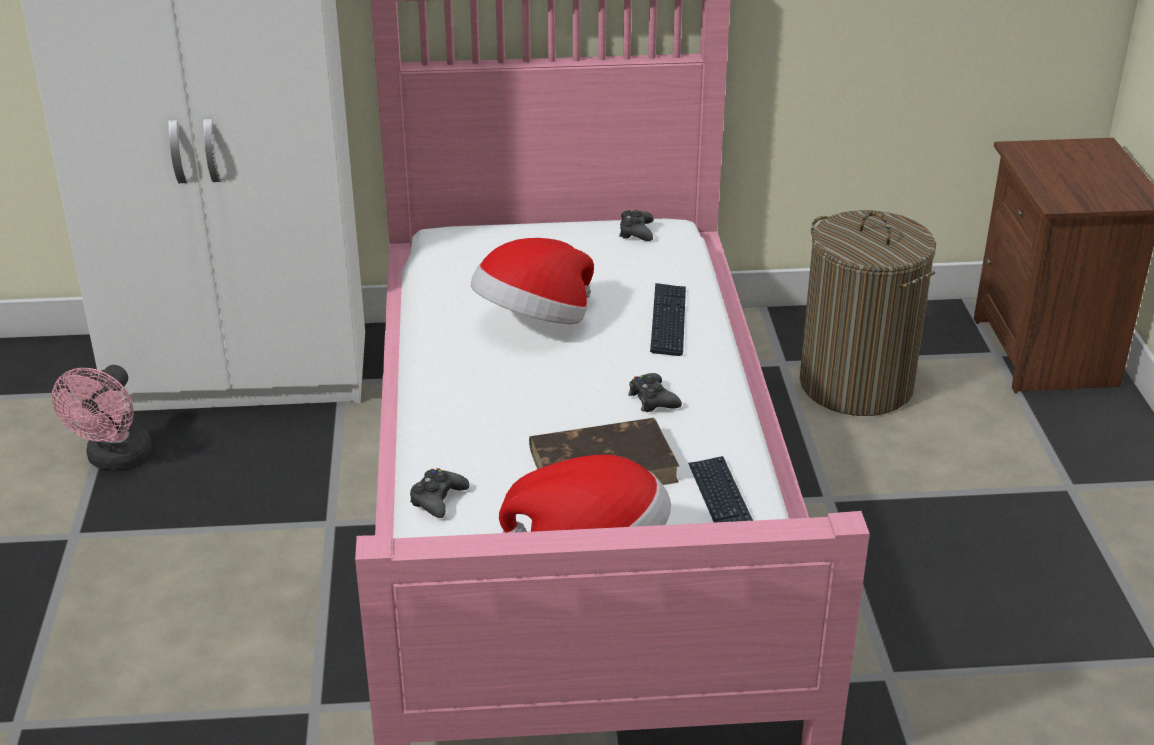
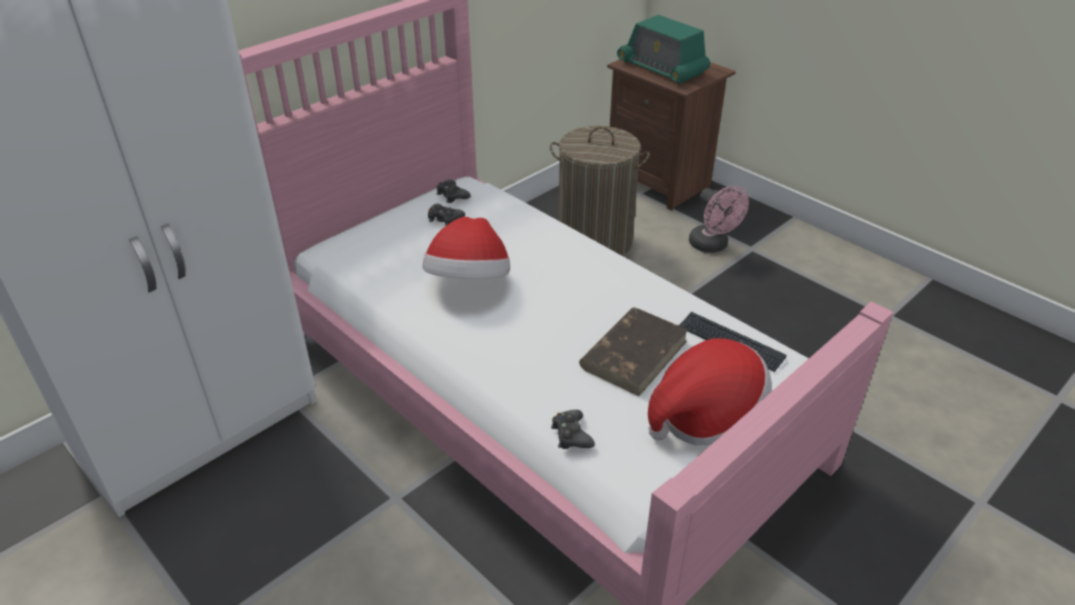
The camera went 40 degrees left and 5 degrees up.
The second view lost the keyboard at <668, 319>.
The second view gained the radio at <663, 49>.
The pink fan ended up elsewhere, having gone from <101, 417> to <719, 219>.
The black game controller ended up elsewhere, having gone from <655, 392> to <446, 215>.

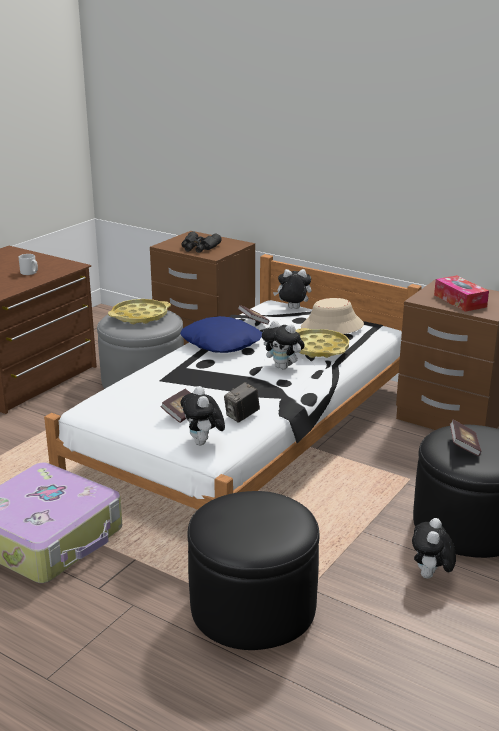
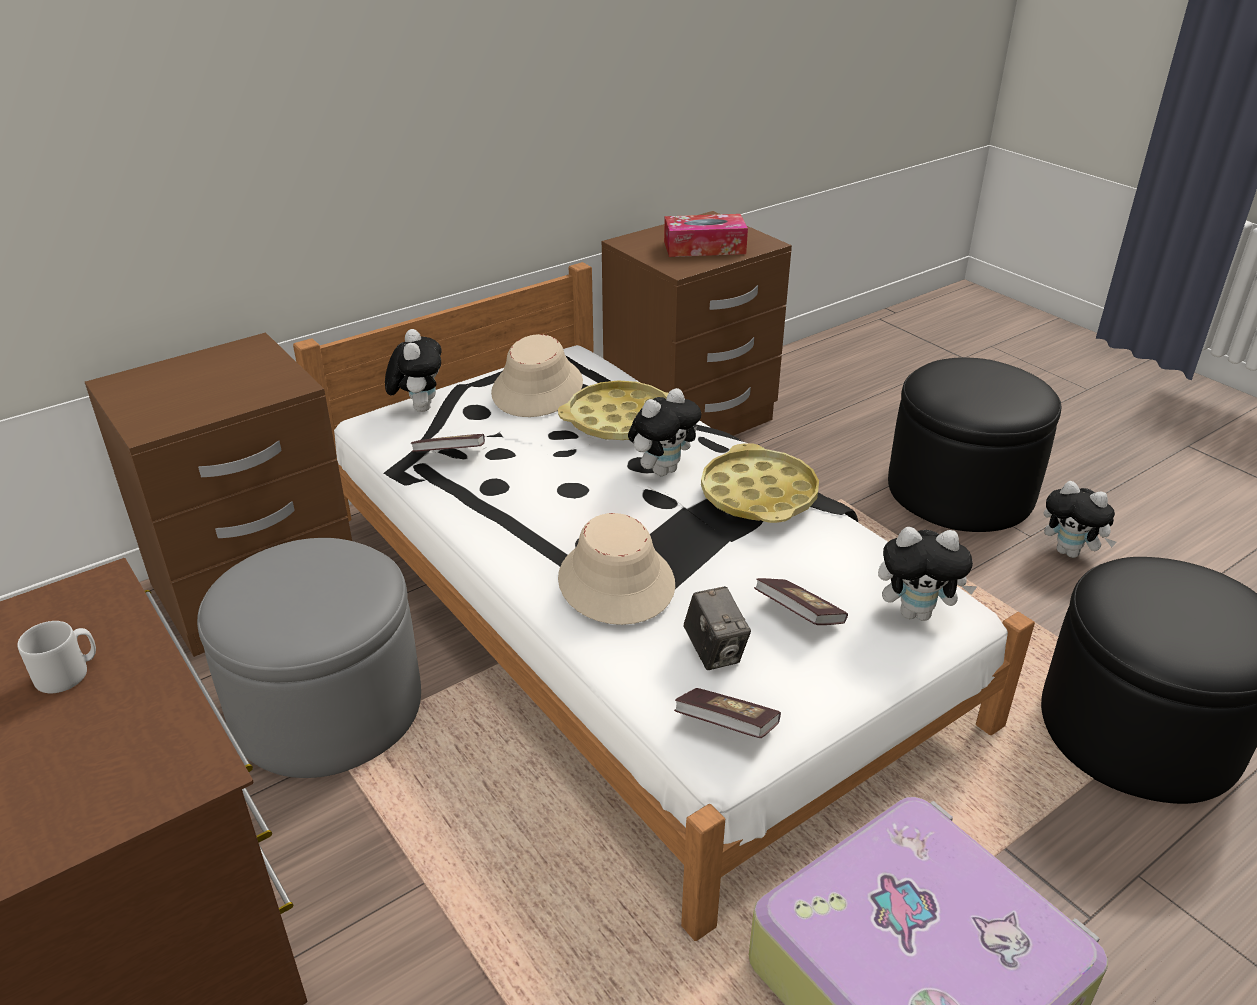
The camera went 70 degrees left and 10 degrees up.
The second view lost the blue pillow at <221, 334>.
The second view lost the black binoculars at <201, 242>.
The second view gained the beige hat at <616, 569>.
The yellow tray ended up elsewhere, having gone from <139, 311> to <760, 483>.
The photo camera ended up elsewhere, having gone from <242, 402> to <717, 628>.
The book ended up elsewhere, having gone from <466, 437> to <727, 713>.
The plush toy at <292, 289> ended up facing another way, 150 degrees clockwise from before.

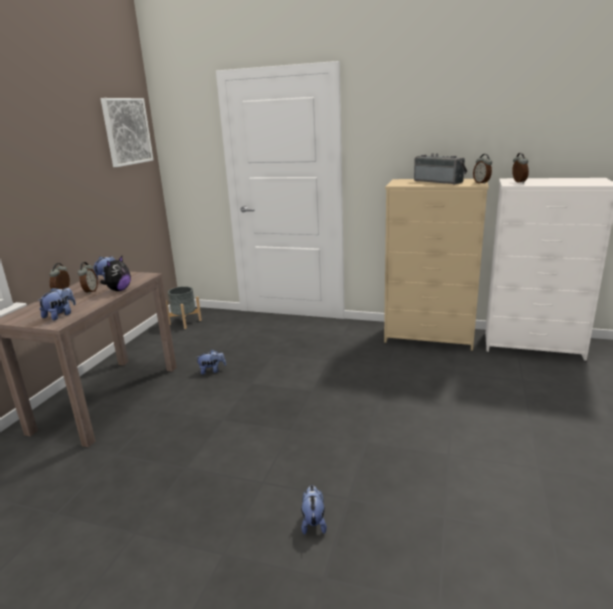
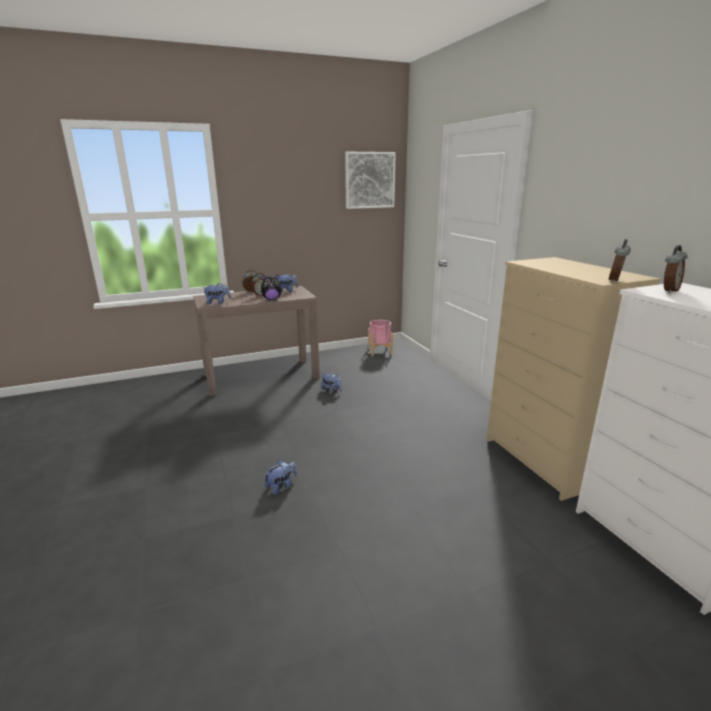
The camera went 50 degrees right and 0 degrees up.
The second view lost the radio at <440, 169>.
The plush toy ended up elsewhere, having gone from <314, 510> to <280, 477>.
What was the grey planter at <184, 307> turned into the pink planter at <380, 338>.

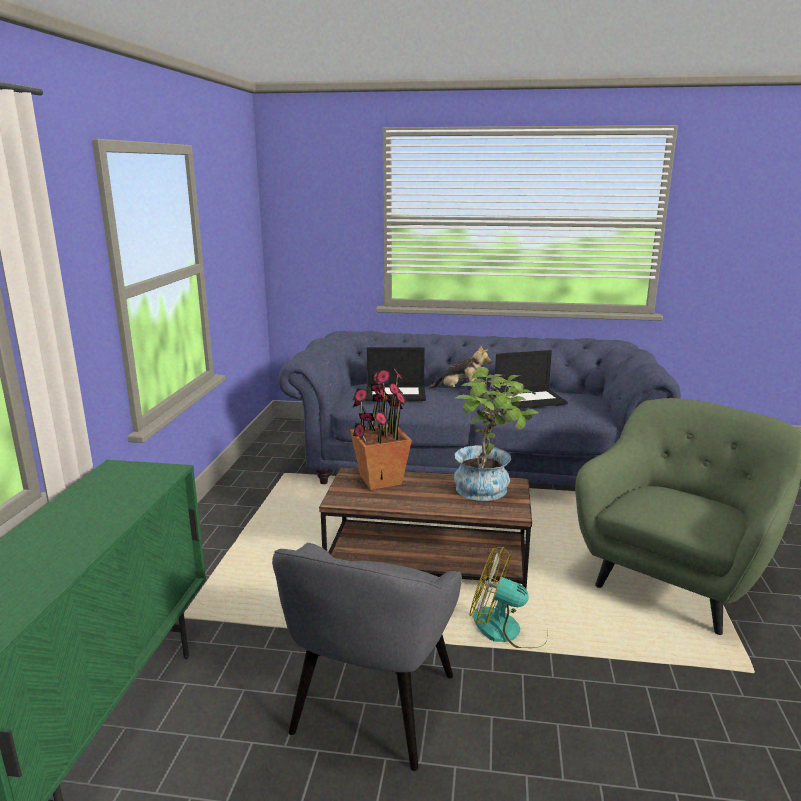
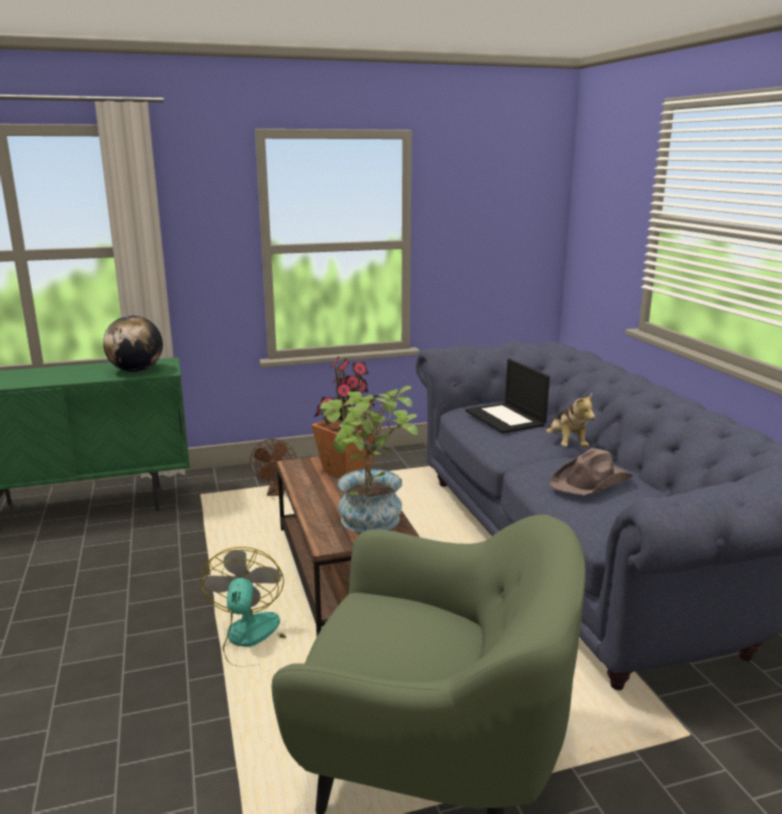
The camera went 65 degrees right and 0 degrees up.
The second view lost the grey armchair at <367, 657>.
The second view gained the globe at <133, 344>.
The second view gained the brown fan at <273, 467>.
Where the laptop stood at <531, 379>, the brown hat came to stand at <591, 471>.

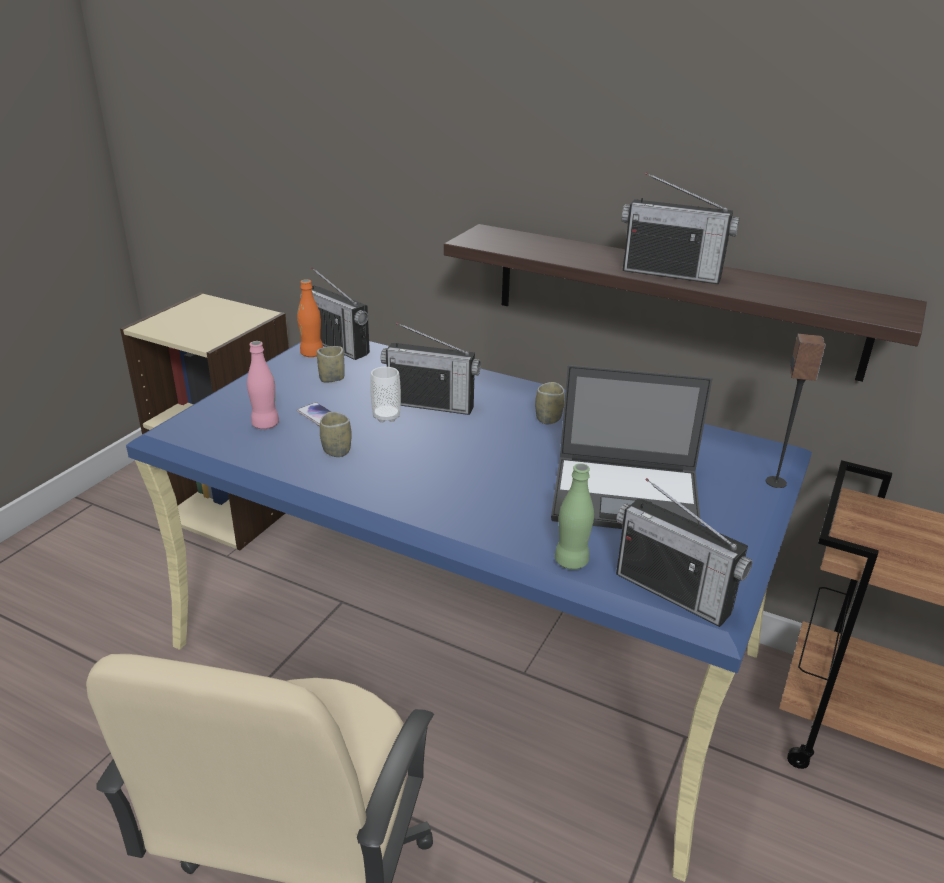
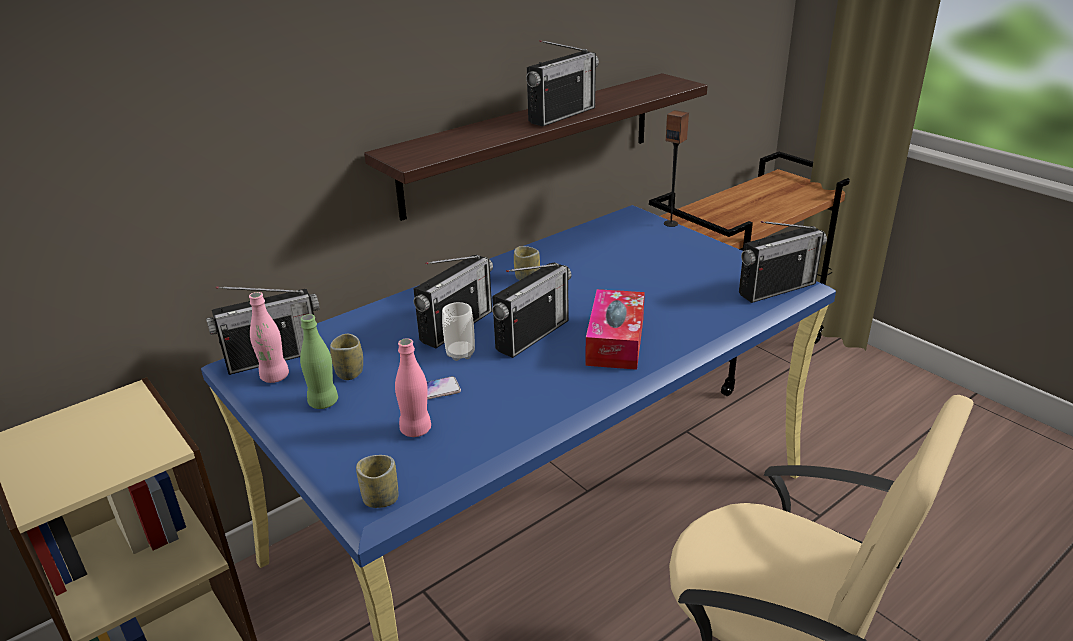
The camera went 65 degrees left and 0 degrees up.
The second view lost the laptop at <632, 447>.
The second view gained the radio at <531, 310>.
The second view gained the tissue box at <615, 329>.
The cup ended up elsewhere, having gone from <336, 434> to <377, 481>.
The green bottle ended up elsewhere, having gone from <574, 516> to <319, 361>.
What was the orange bottle at <310, 318> turned into the pink bottle at <269, 337>.

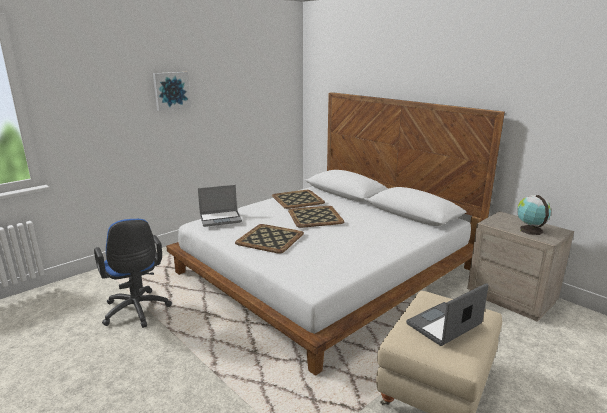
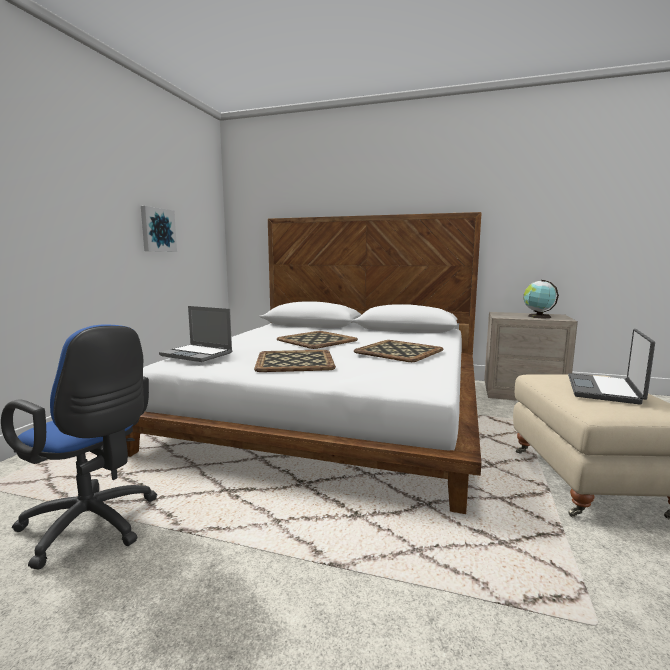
The camera went 30 degrees left and 10 degrees down.
The picture ended up elsewhere, having gone from <172, 91> to <159, 229>.
The tray ended up elsewhere, having gone from <298, 199> to <398, 351>.
The laptop at <220, 206> ended up facing another way, 75 degrees clockwise from before.

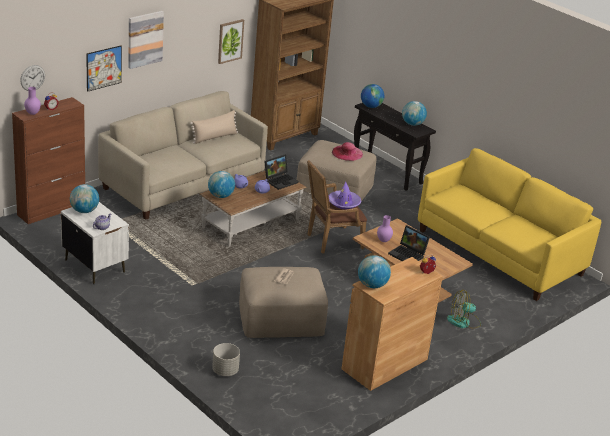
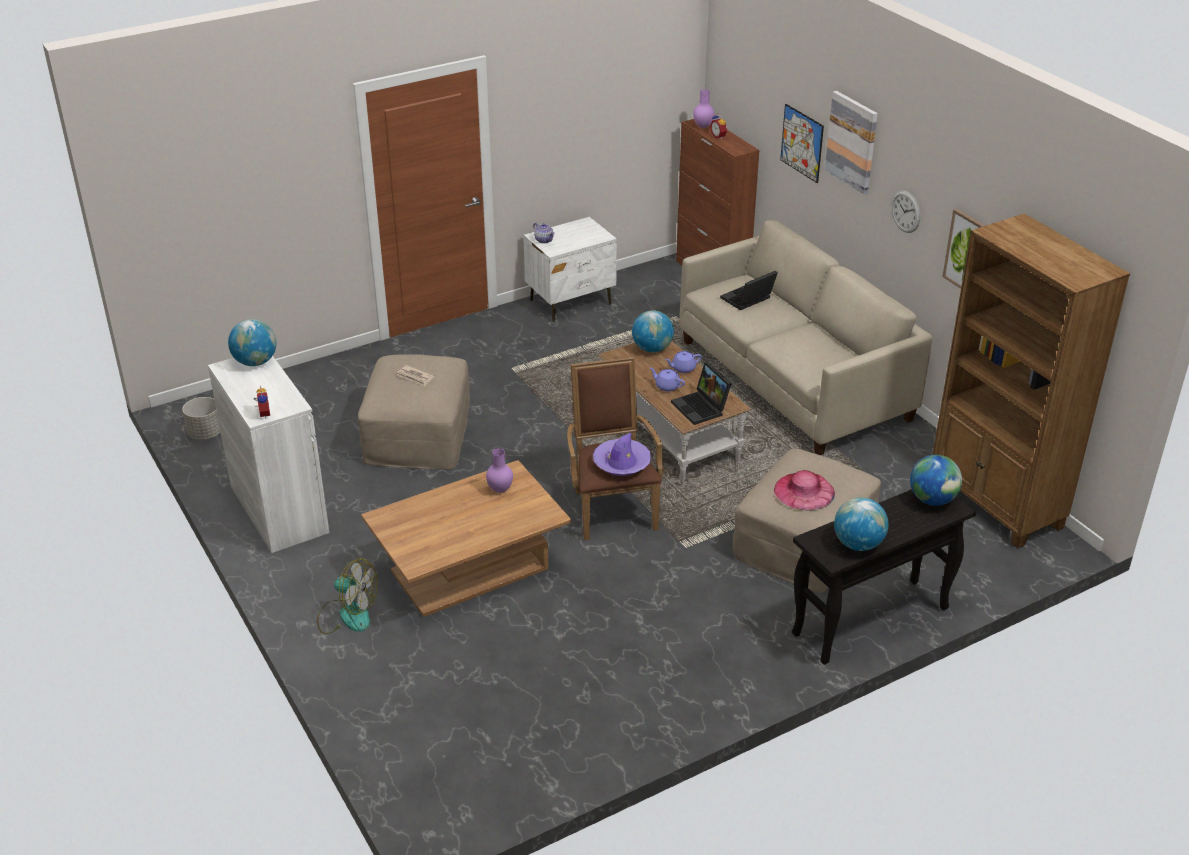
The camera went 105 degrees right and 5 degrees up.
The second view lost the globe at <84, 198>.
The second view lost the beige pillow at <214, 127>.
The second view lost the yellow sofa at <509, 224>.
The wall clock ended up elsewhere, having gone from <32, 78> to <906, 211>.
The grey planter ended up elsewhere, having gone from <226, 359> to <201, 418>.
The laptop ended up elsewhere, having gone from <409, 243> to <749, 290>.
What was the brown cabinet at <392, 324> turned into the white cabinet at <268, 454>.
The fan at <464, 309> ended up facing another way, 105 degrees clockwise from before.

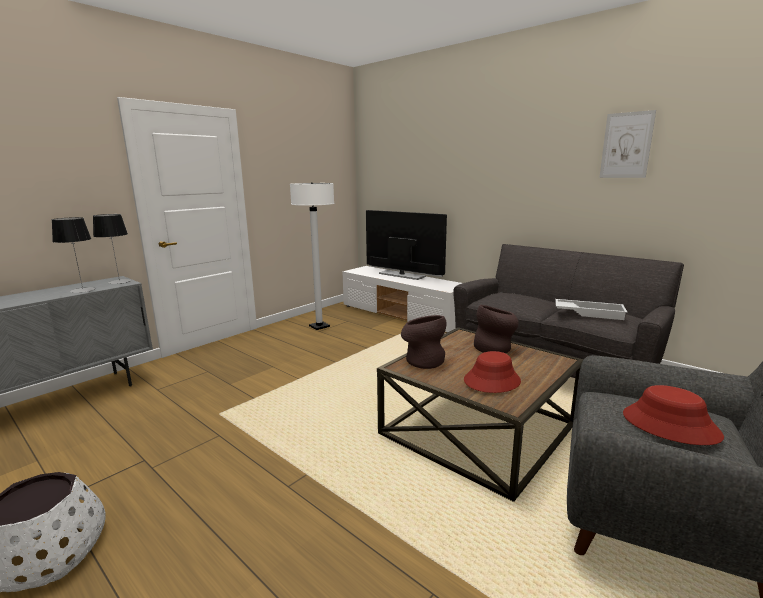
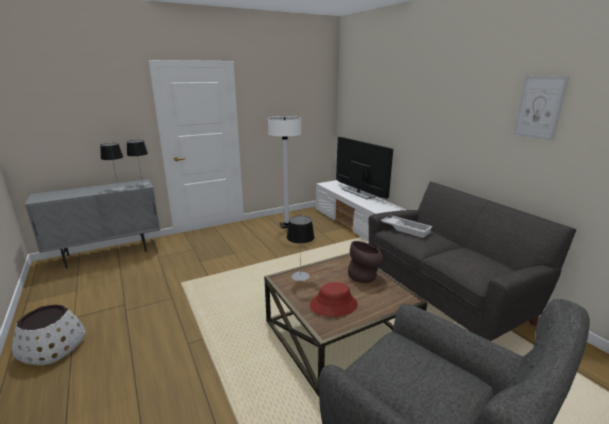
The camera went 20 degrees right and 5 degrees up.
The second view lost the red hat at <673, 415>.
The white tray ended up elsewhere, having gone from <591, 309> to <407, 227>.
Where the brown vase stood at <424, 342>, the table lamp came to stand at <300, 248>.

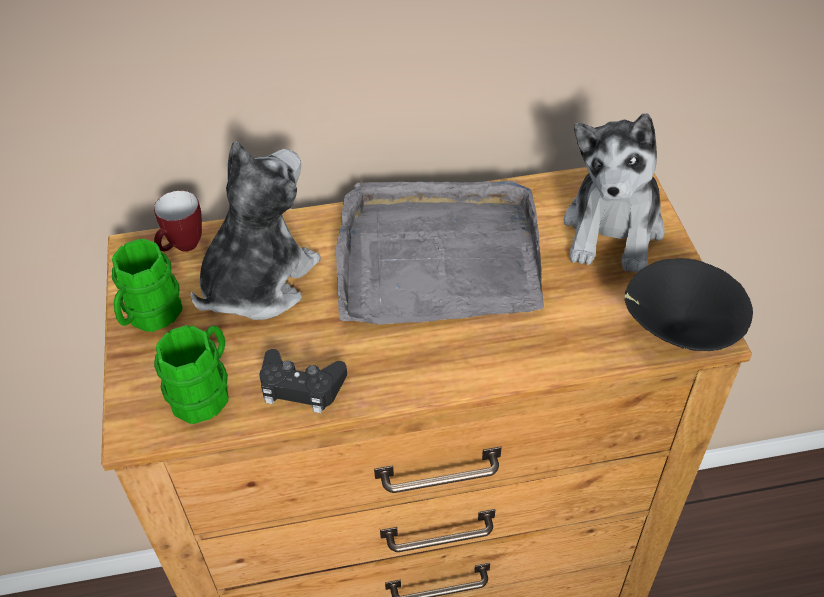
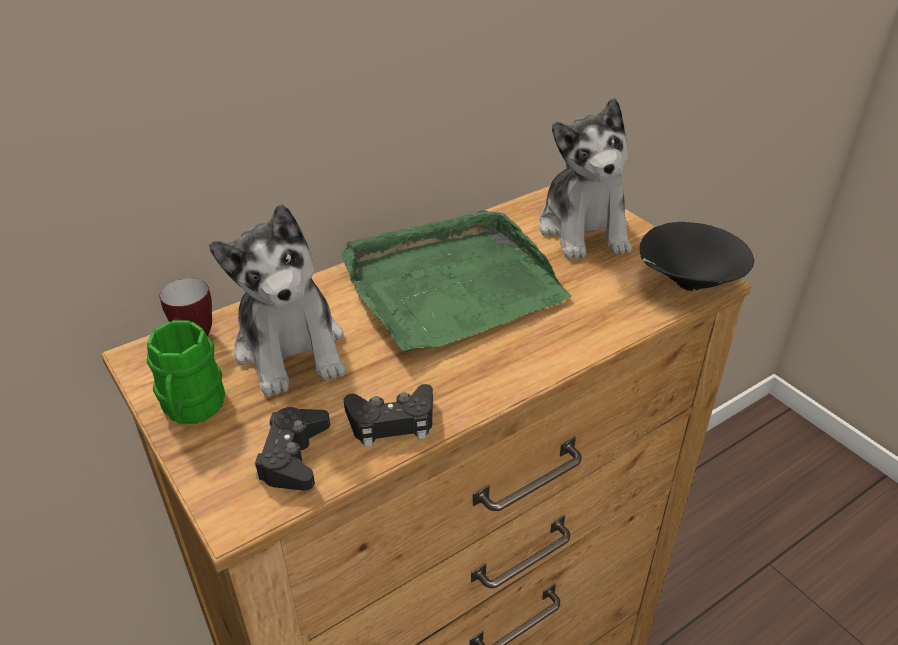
The camera went 25 degrees left and 10 degrees down.
Where the green mug stood at <191, 374>, the black game controller came to stand at <292, 449>.
What was the grey tray at <440, 253> turned into the green tray at <456, 281>.
The plush toy at <255, 230> ended up facing another way, 150 degrees clockwise from before.

